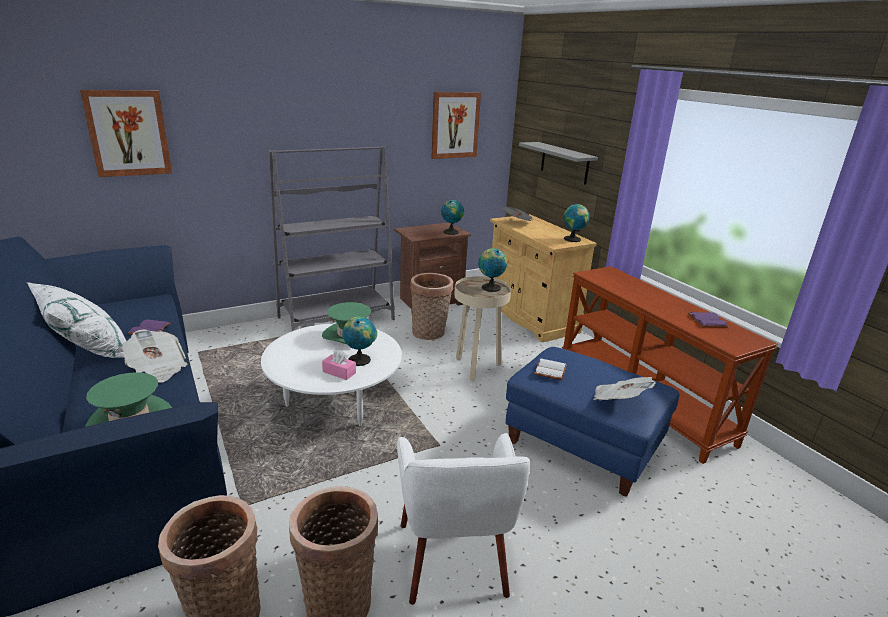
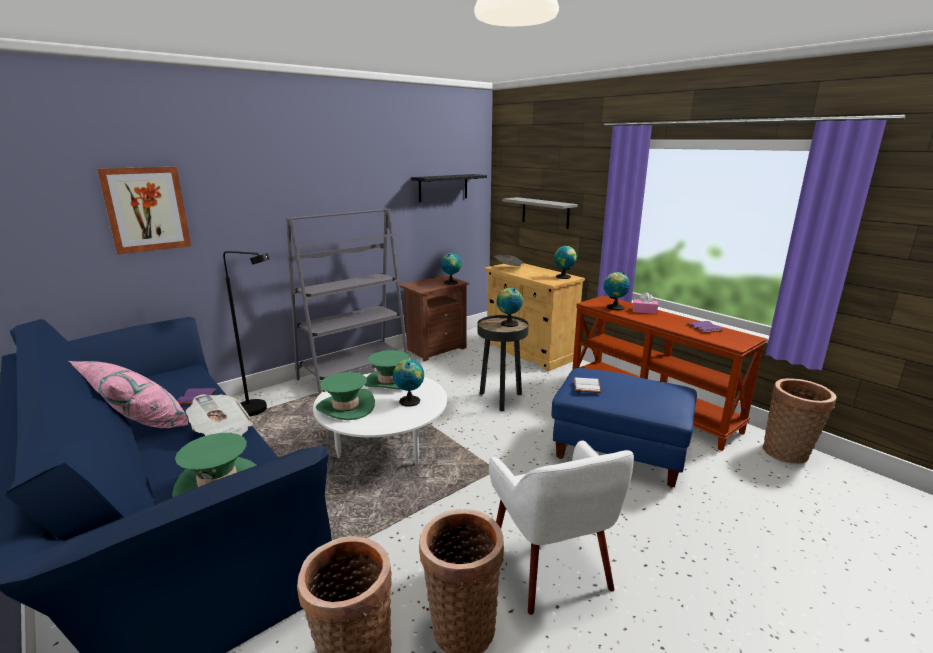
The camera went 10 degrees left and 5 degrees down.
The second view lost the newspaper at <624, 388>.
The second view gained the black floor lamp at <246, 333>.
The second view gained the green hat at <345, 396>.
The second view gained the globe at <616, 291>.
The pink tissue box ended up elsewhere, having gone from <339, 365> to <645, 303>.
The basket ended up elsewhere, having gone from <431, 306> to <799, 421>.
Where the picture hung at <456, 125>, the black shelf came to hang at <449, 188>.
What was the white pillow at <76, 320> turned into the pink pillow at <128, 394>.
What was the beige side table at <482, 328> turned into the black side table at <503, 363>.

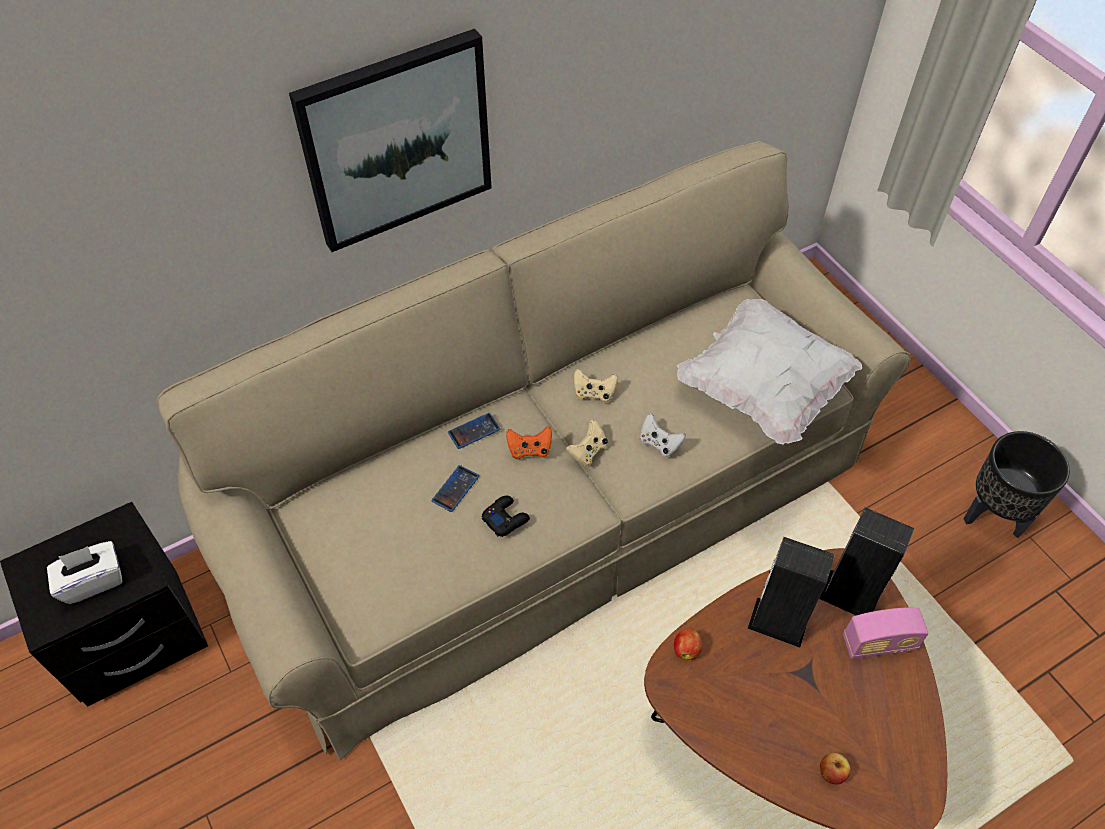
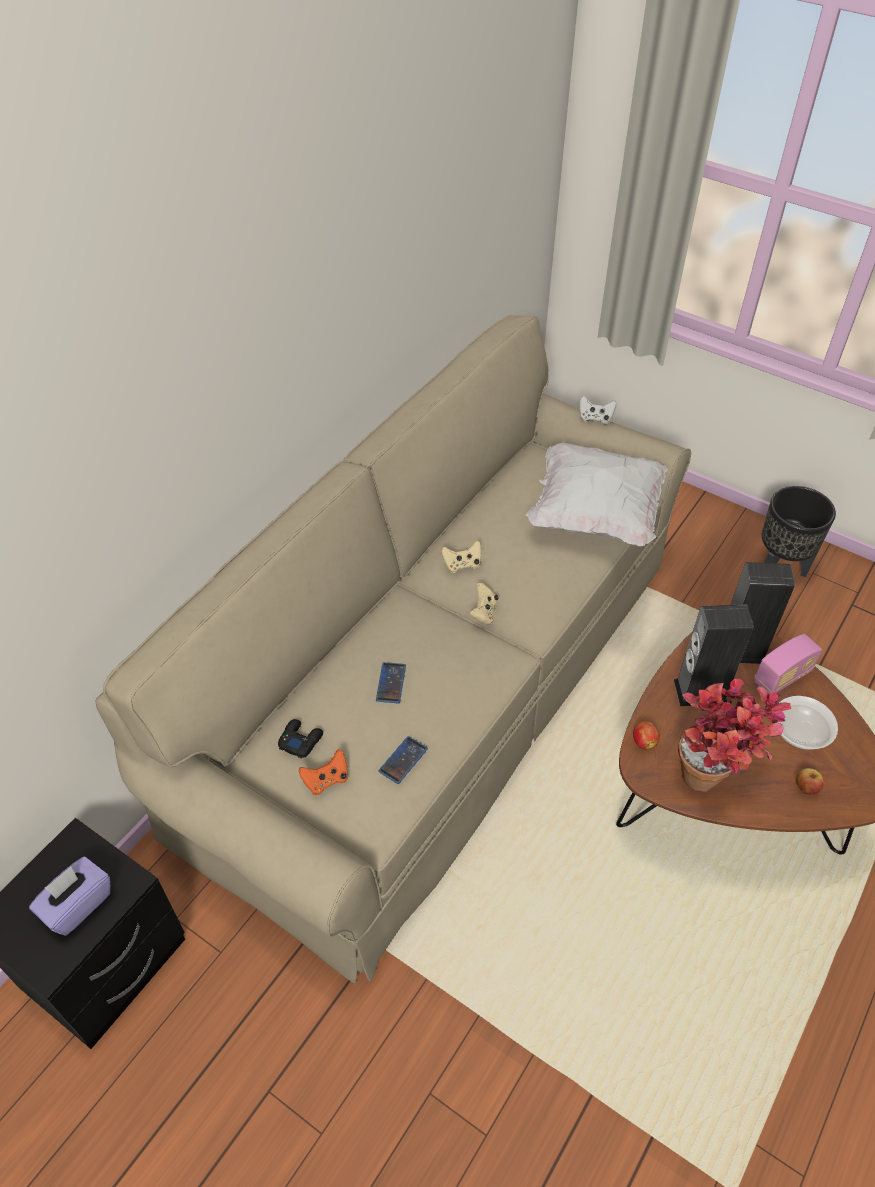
The camera went 25 degrees left and 5 degrees down.
The second view lost the picture at <390, 140>.
The second view gained the potted plant at <734, 735>.
The second view gained the bowl at <807, 723>.
The phone ended up elsewhere, having gone from <474, 431> to <403, 760>.
The black game controller ended up elsewhere, having gone from <506, 516> to <300, 738>.
The orange game controller ended up elsewhere, having gone from <529, 442> to <323, 772>.
The white game controller ended up elsewhere, having gone from <663, 435> to <597, 410>.
What was the white tissue box at <84, 572> turned into the purple tissue box at <70, 896>.

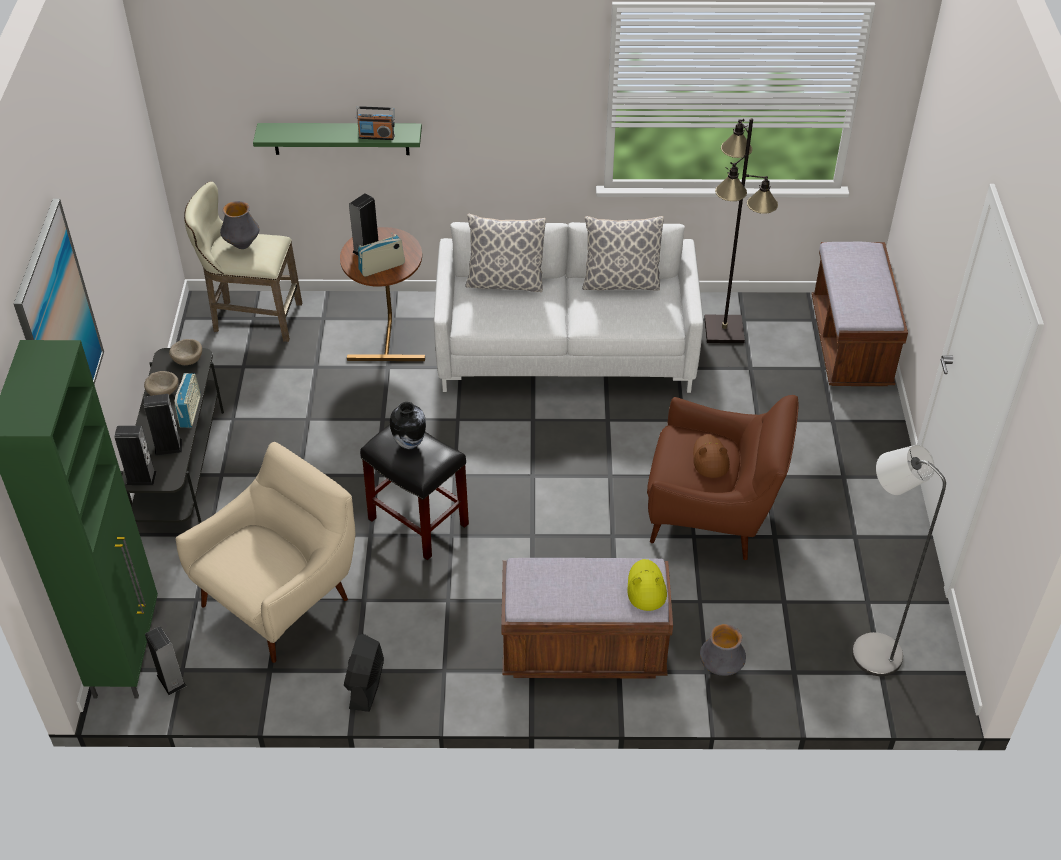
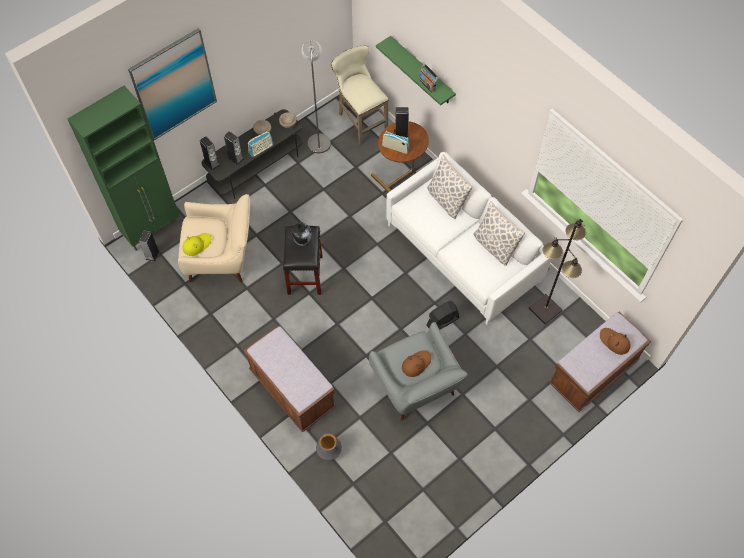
The camera went 50 degrees right and 15 degrees up.
The second view lost the vase at <239, 225>.
The second view gained the brown hat at <615, 341>.
The black fan ended up elsewhere, having gone from <364, 673> to <442, 315>.
The yellow hat ended up elsewhere, having gone from <647, 585> to <196, 244>.
The grey floor lamp ended up elsewhere, having gone from <899, 560> to <316, 97>.
What was the brown armchair at <723, 477> turned into the grey armchair at <418, 371>.

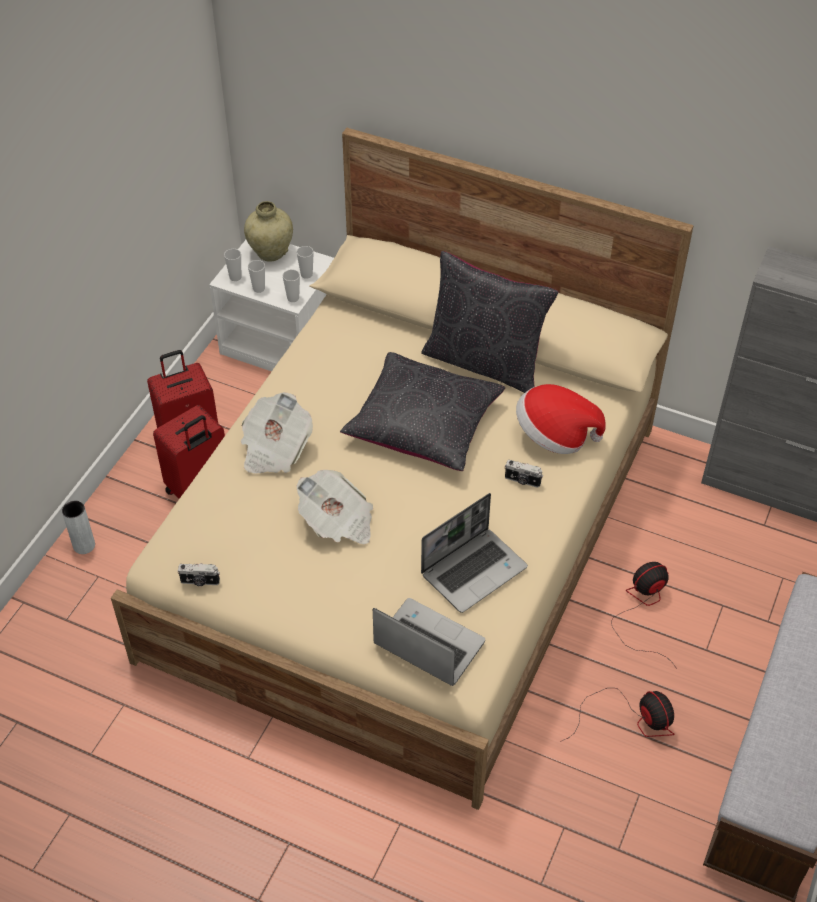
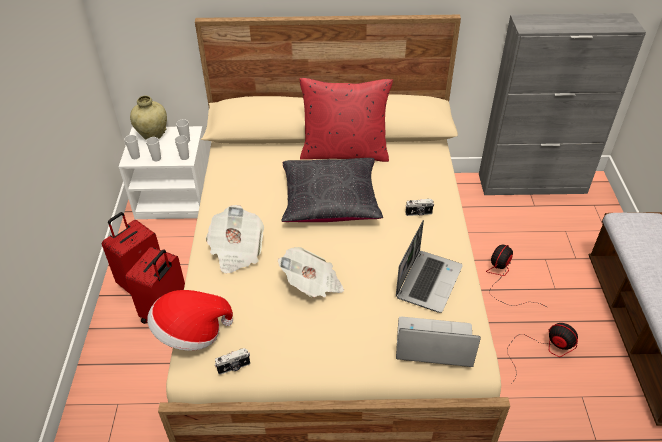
The camera went 25 degrees left and 5 degrees down.
The second view lost the grey vase at <78, 527>.
The hat ended up elsewhere, having gone from <561, 419> to <190, 320>.
What was the black pillow at <489, 322> turned into the red pillow at <346, 120>.

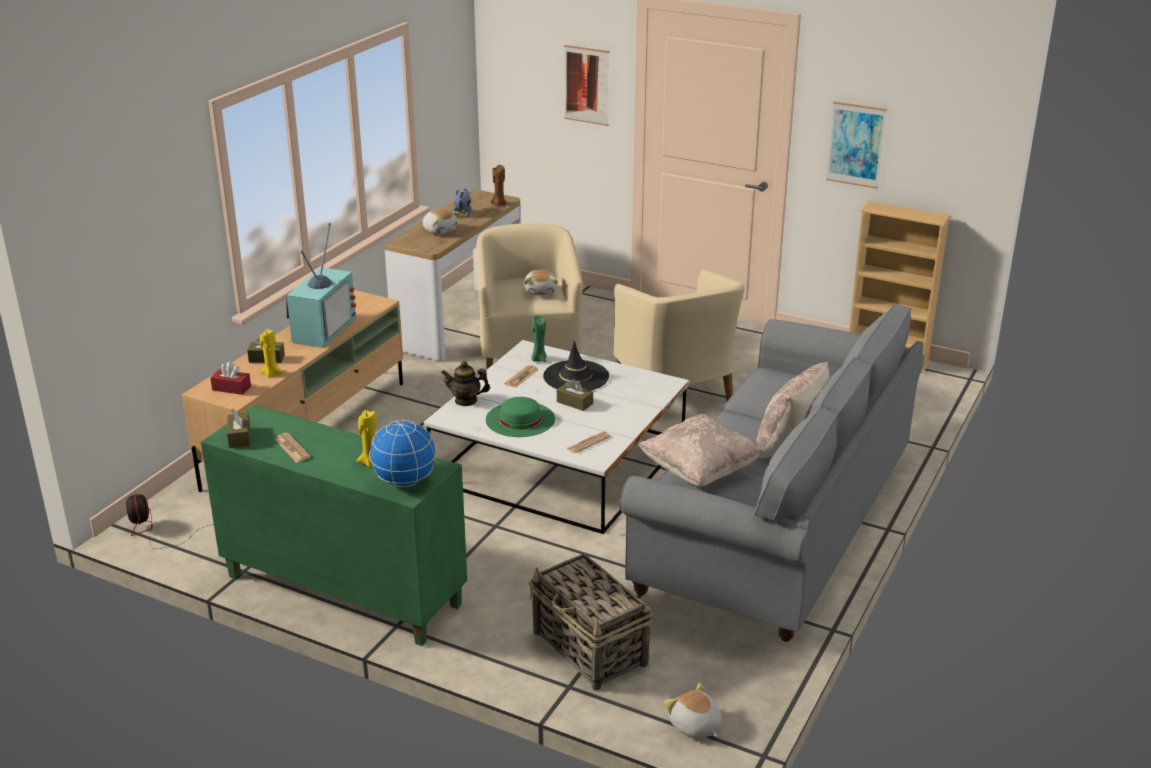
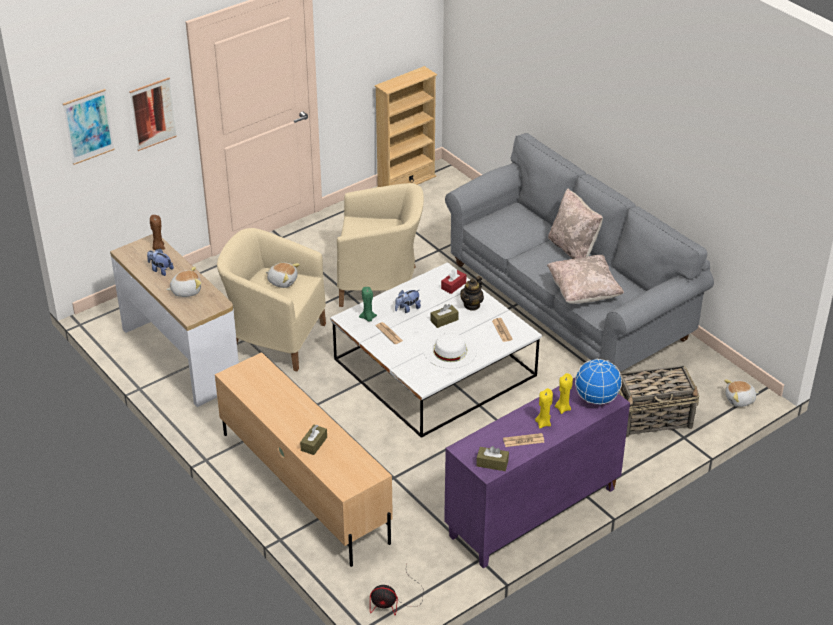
The camera went 65 degrees left and 10 degrees up.
The second view lost the television at <321, 285>.
The red tissue box ended up elsewhere, having gone from <230, 378> to <453, 281>.
The yellow candle ended up elsewhere, having gone from <271, 353> to <544, 408>.
The teapot ended up elsewhere, having gone from <465, 383> to <472, 293>.
The picture ended up elsewhere, having gone from <856, 145> to <89, 127>.
Where the black hat stood at <576, 366>, the plush toy came to stand at <408, 301>.
What was the green cabinet at <334, 525> turned into the purple cabinet at <537, 473>.
What was the green hat at <520, 417> turned into the white hat at <450, 351>.

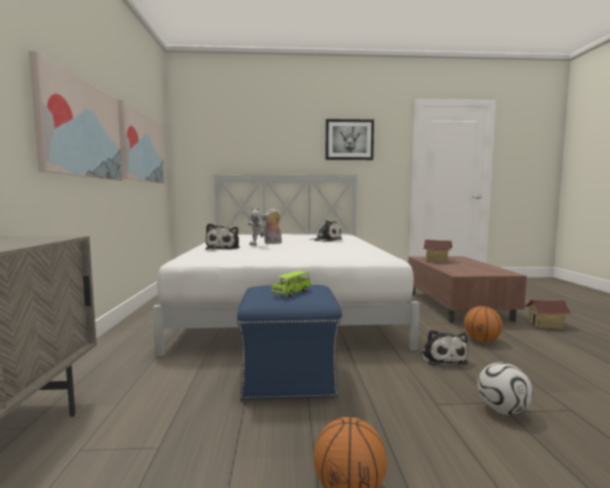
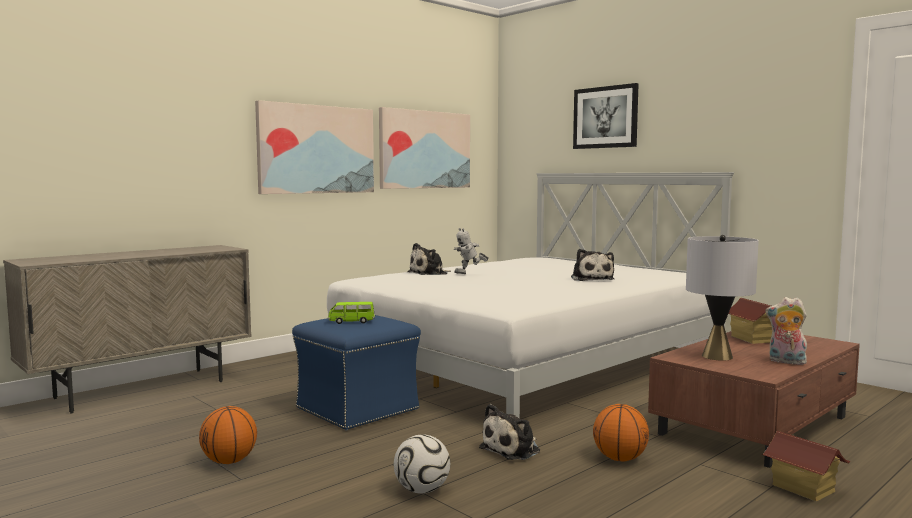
The camera went 50 degrees right and 0 degrees up.
The second view gained the grey table lamp at <722, 298>.
The plush toy ended up elsewhere, having gone from <271, 226> to <786, 331>.
The picture ended up elsewhere, having gone from <350, 139> to <606, 116>.

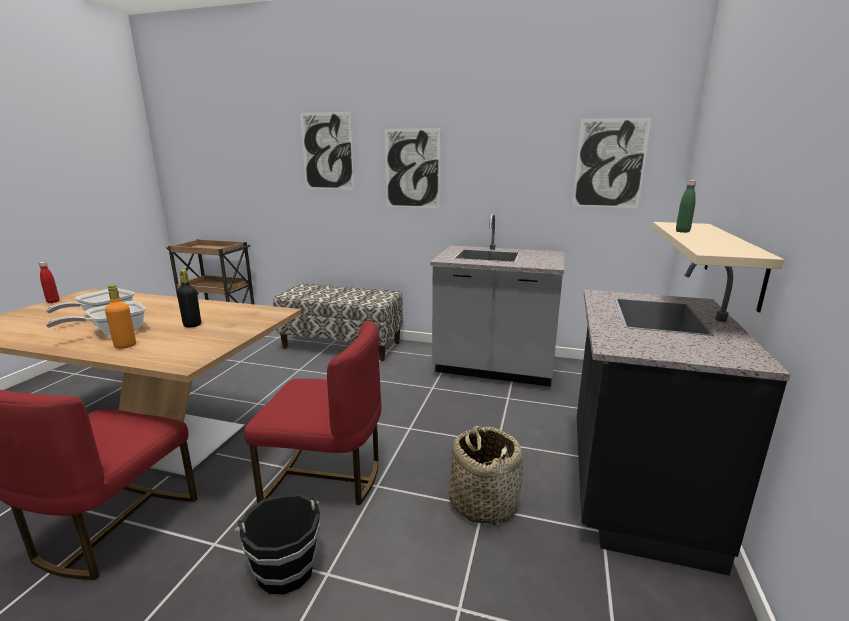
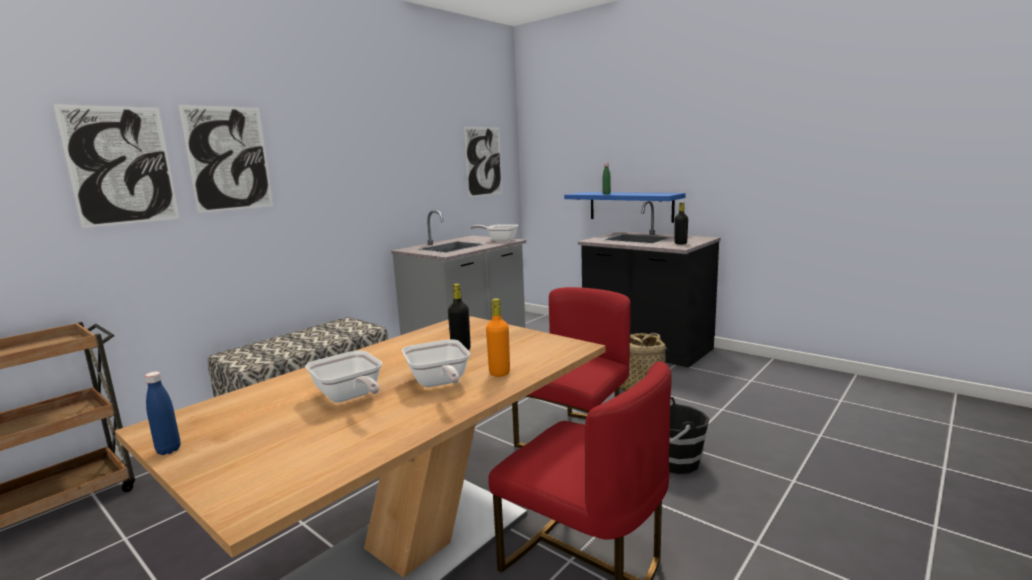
The camera went 65 degrees left and 5 degrees down.
The second view gained the frying pan at <494, 232>.
The second view gained the black bottle at <681, 223>.
The picture ended up elsewhere, having gone from <412, 168> to <116, 166>.
What was the red bottle at <49, 282> turned into the blue bottle at <163, 413>.
What was the beige shelf at <718, 267> turned into the blue shelf at <625, 207>.

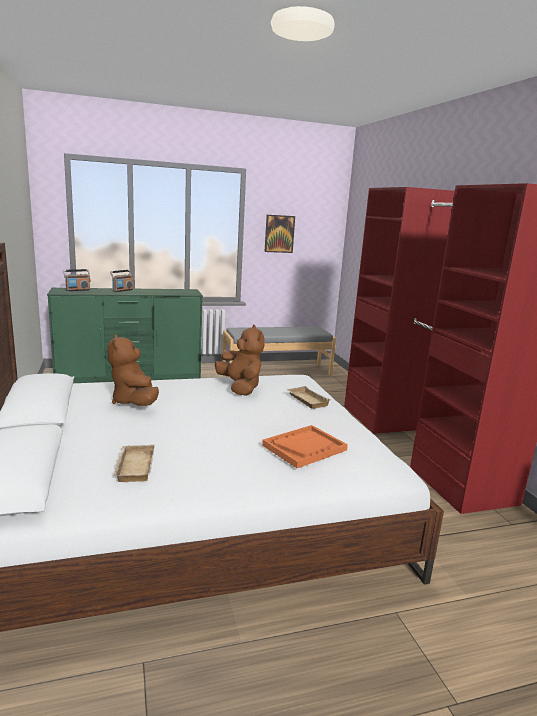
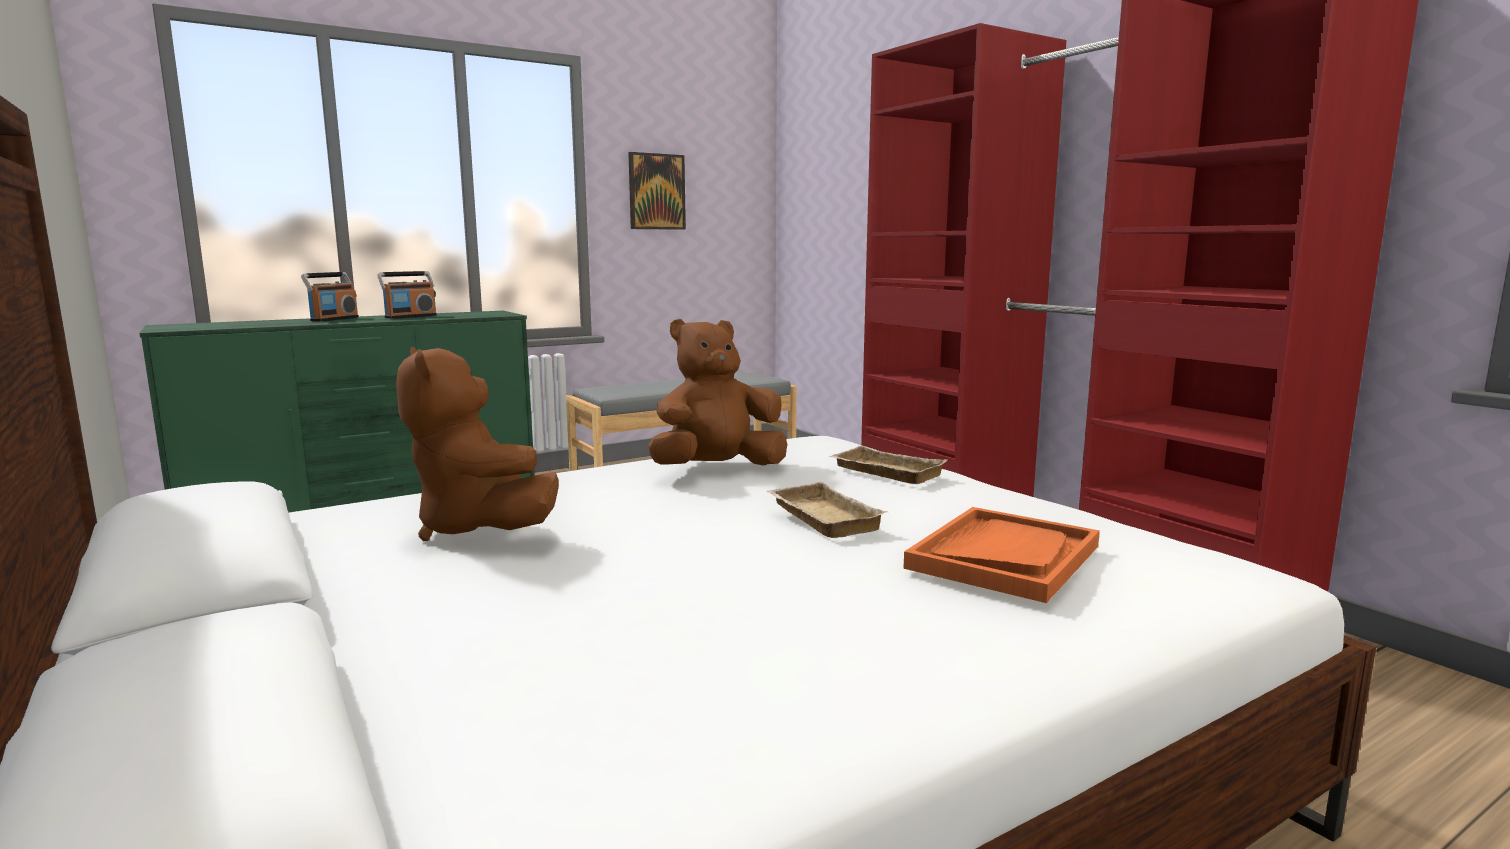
The camera went 15 degrees left and 5 degrees down.
The radio ended up elsewhere, having gone from <76, 280> to <407, 295>.
The beige tray ended up elsewhere, having gone from <134, 463> to <827, 510>.
The brown plush toy at <239, 360> ended up facing another way, 75 degrees counterclockwise from before.

